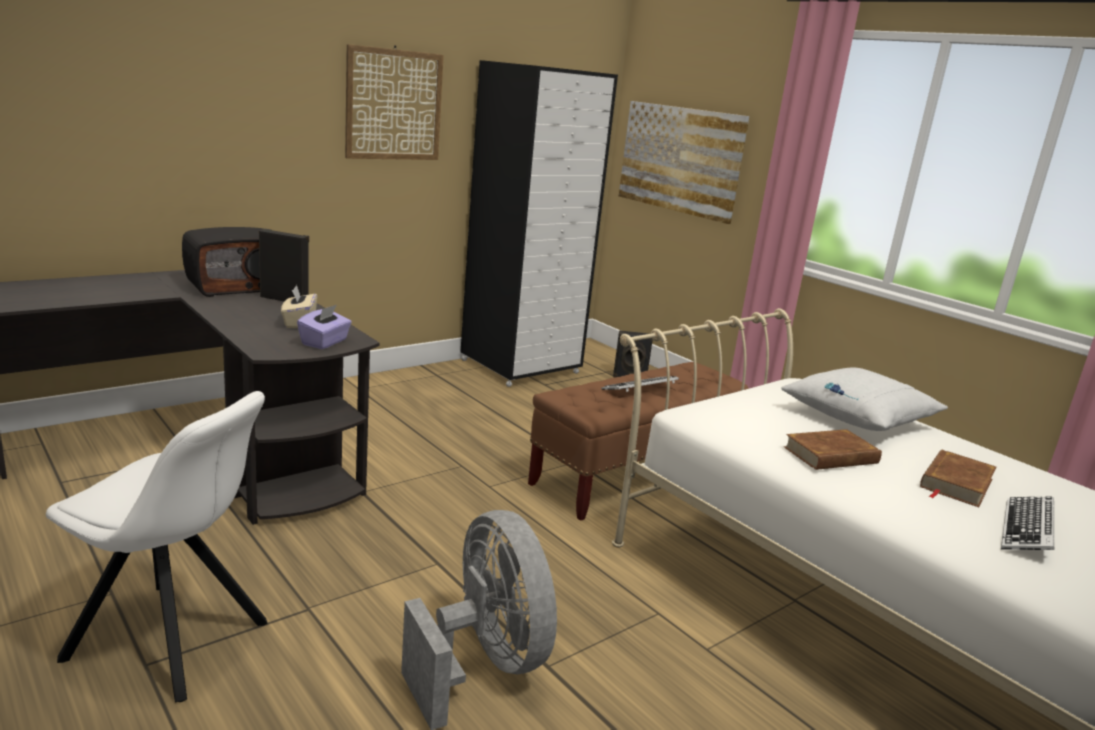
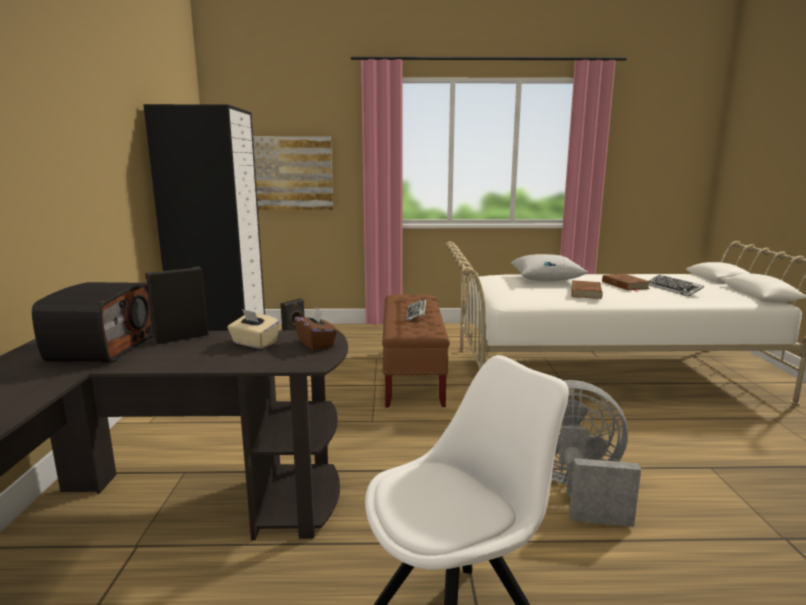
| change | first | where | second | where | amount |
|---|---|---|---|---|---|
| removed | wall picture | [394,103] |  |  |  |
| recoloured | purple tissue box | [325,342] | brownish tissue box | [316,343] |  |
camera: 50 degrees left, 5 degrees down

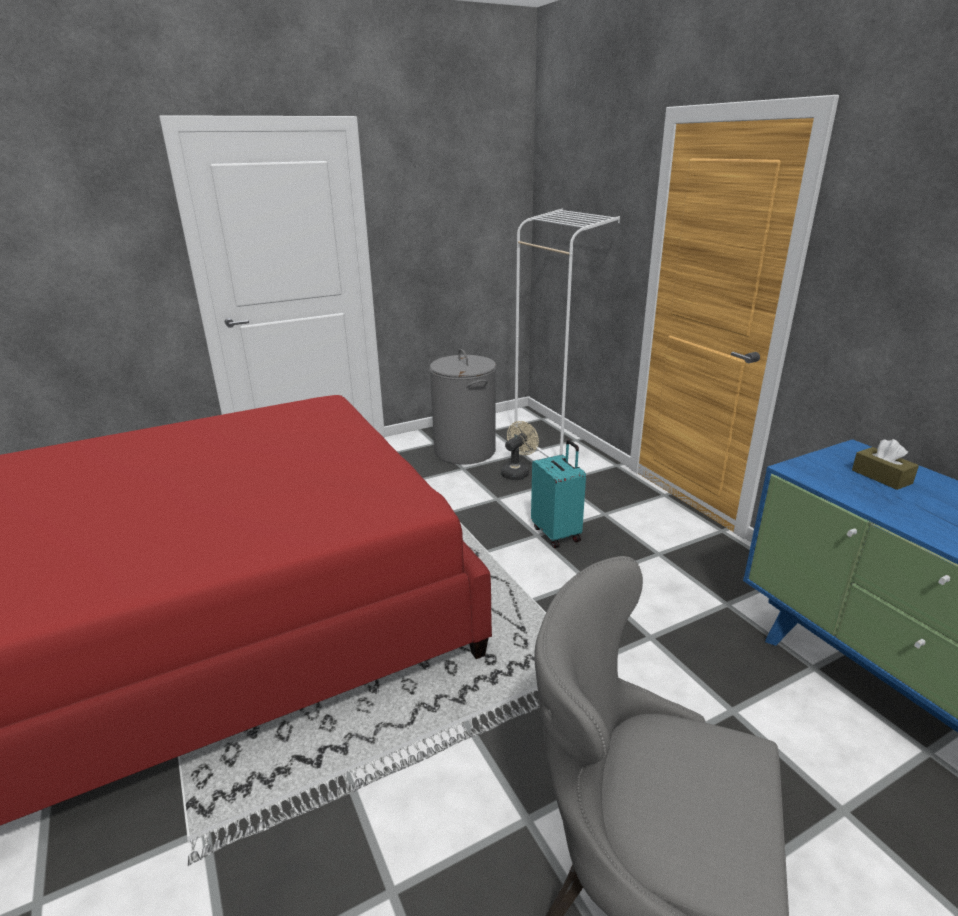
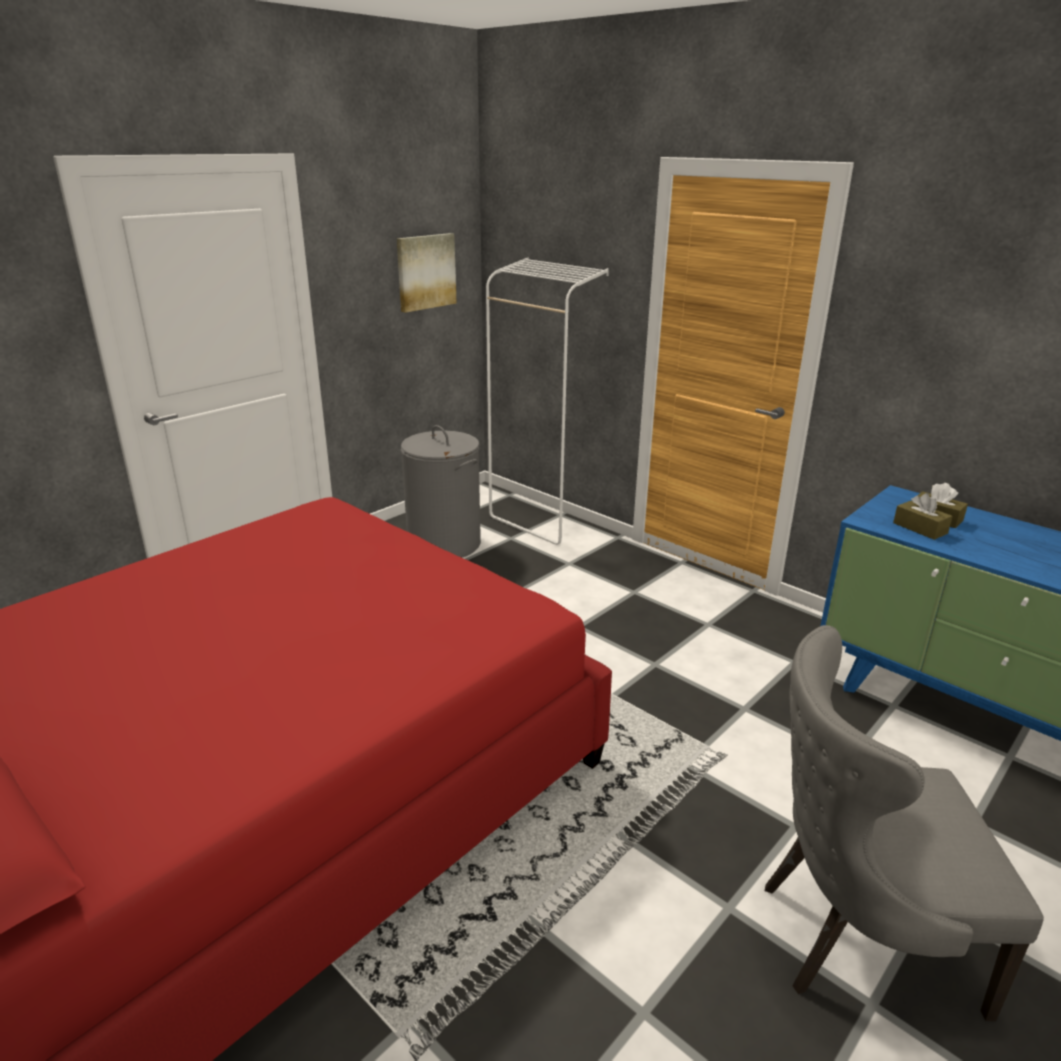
| change | first | where | second | where | amount |
|---|---|---|---|---|---|
| removed | sand-coloured fan | [517,472] |  |  |  |
| removed | turquoise-coloured piece of luggage | [557,533] |  |  |  |
| added |  |  | wall picture | [425,272] |  |
| added |  |  | brownish tissue box | [920,528] |  |
camera: 20 degrees left, 0 degrees up

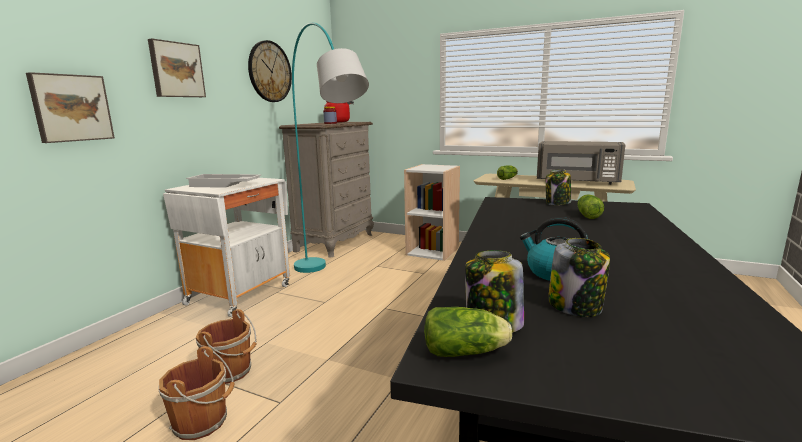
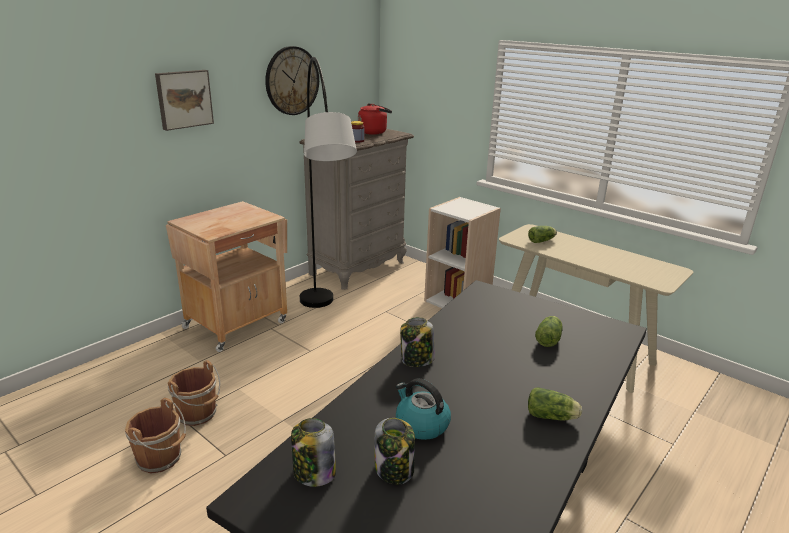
| change | first | where | second | where | amount |
|---|---|---|---|---|---|
| removed | wall picture | [71,108] |  |  |  |
| removed | white carrying tray | [224,185] |  |  |  |
| removed | gray microwave oven | [577,181] |  |  |  |
| moved | lettuce | [467,352] |  | [552,417] |  |
| moved | storage jar | [557,203] |  | [416,360] |  |
| recoloured | white trolley | [241,294] | brownish trolley | [237,324] |  |
| recoloured | turquoise-coloured floor lamp | [331,287] | gray floor lamp | [325,332] |  |
camera: 15 degrees right, 10 degrees up

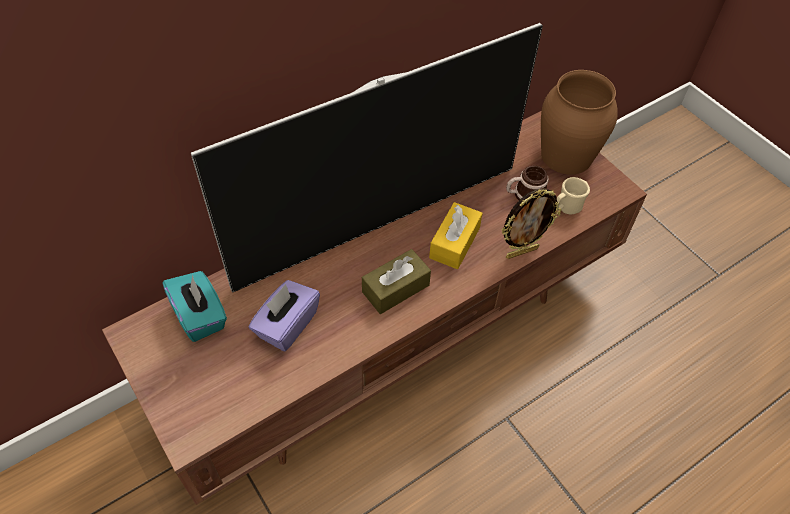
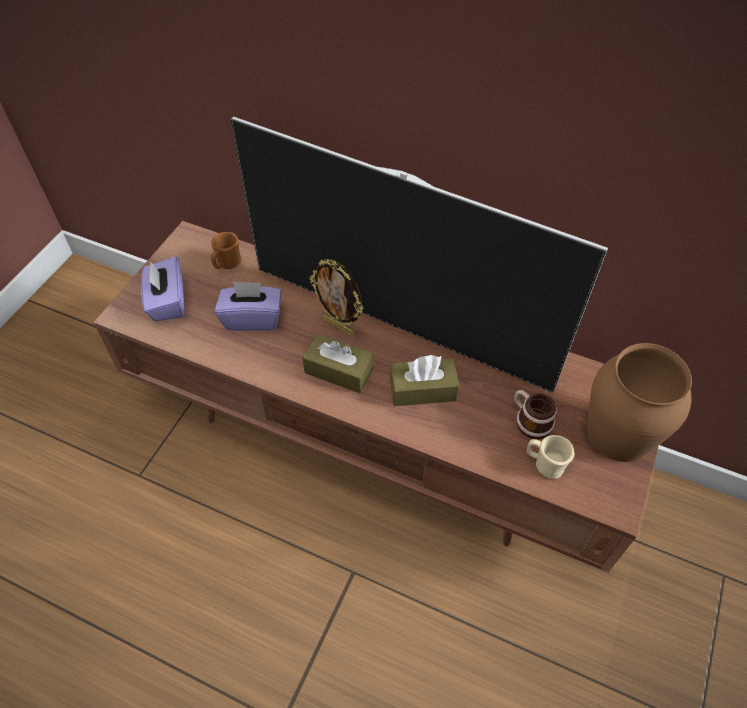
| change | first | where | second | where | amount |
|---|---|---|---|---|---|
| added |  |  | purple tissue box | [167,302] |  |
| moved | photo frame | [521,252] |  | [339,326] |  |
| replaced | turquoise-coloured tissue box | [200,316] | brownish coffee mug | [227,264] |  |
| recoloured | yellow tissue box | [454,243] | brownish tissue box | [422,390] |  |
camera: 60 degrees right, 0 degrees up

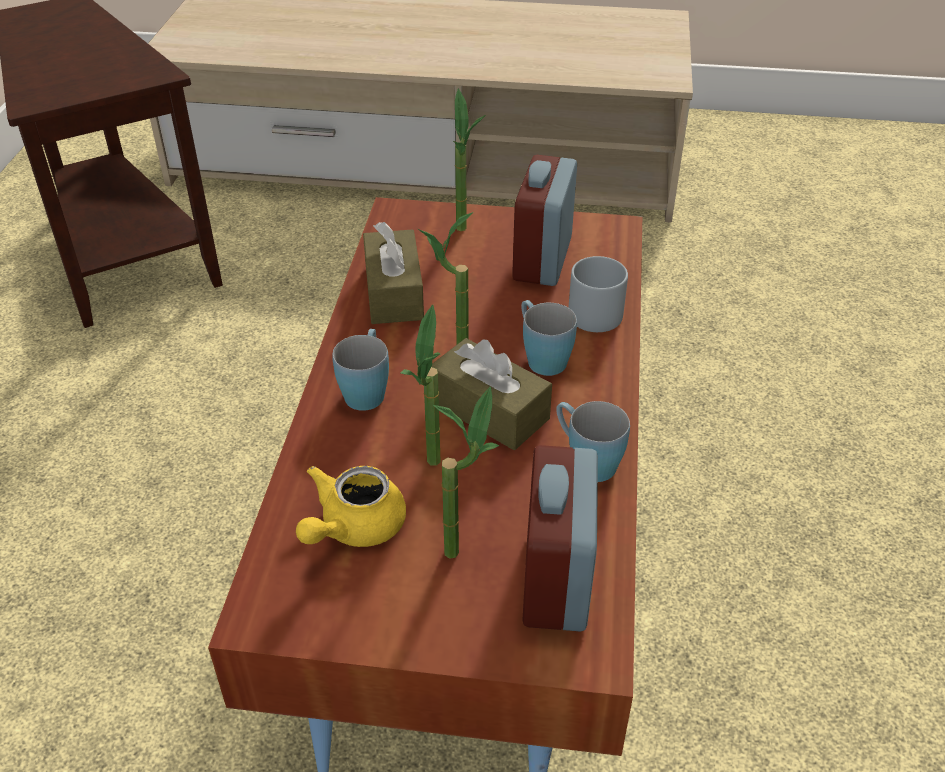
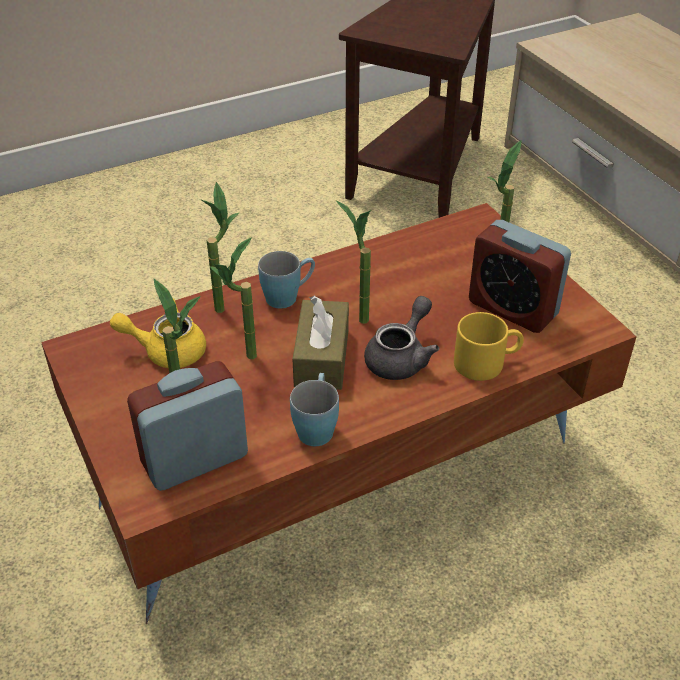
| change | first | where | second | where | amount |
|---|---|---|---|---|---|
| removed | brownish tissue box | [394,292] |  |  |  |
| added |  |  | plant in a pot | [224,303] |  |
| replaced | blue-coloured coffee mug | [541,357] | gray tea pot | [401,357] |  |
| recoloured | gray coffee mug | [597,309] | yellow coffee mug | [486,362] |  |
| turned | table clock | [542,259] |  | [512,308] | 120 degrees counterclockwise |
camera: 55 degrees right, 0 degrees up

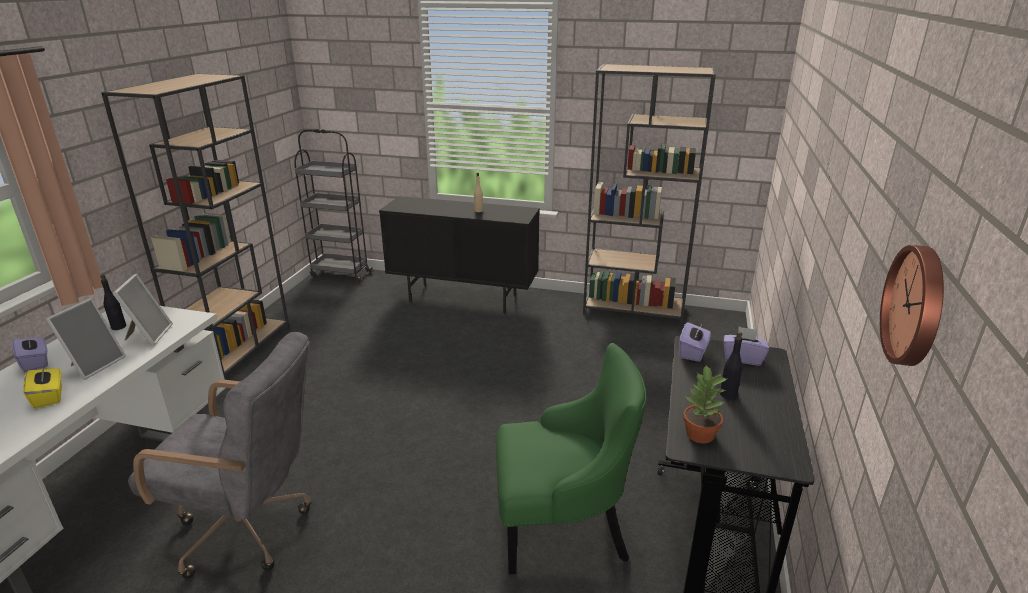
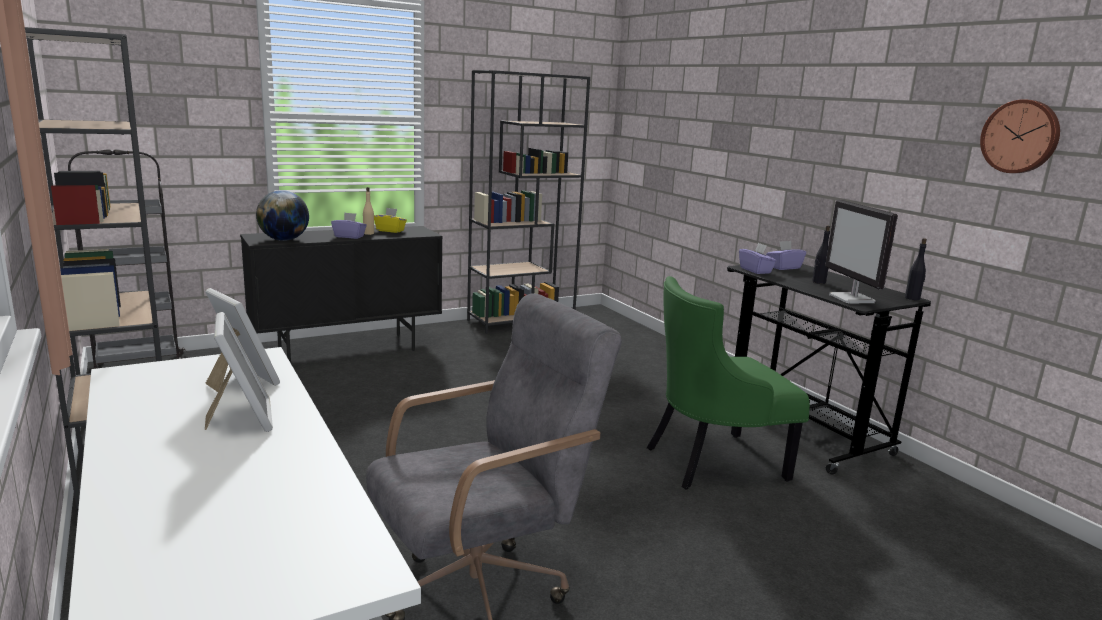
| change | first | where | second | where | amount |
|---|---|---|---|---|---|
| added |  |  | globe | [284,240] |  |
| moved | purple tissue box | [36,362] |  | [349,236] |  |
| moved | yellow tissue box | [49,397] |  | [390,230] |  |
| moved | blackish beverage bottle | [119,327] |  | [912,298] |  |
| replaced | plant in a pot | [700,435] | computer display | [852,299] |  |
| turned | green upright chair | [560,530] |  | [716,462] | 150 degrees counterclockwise |
camera: 45 degrees left, 10 degrees down

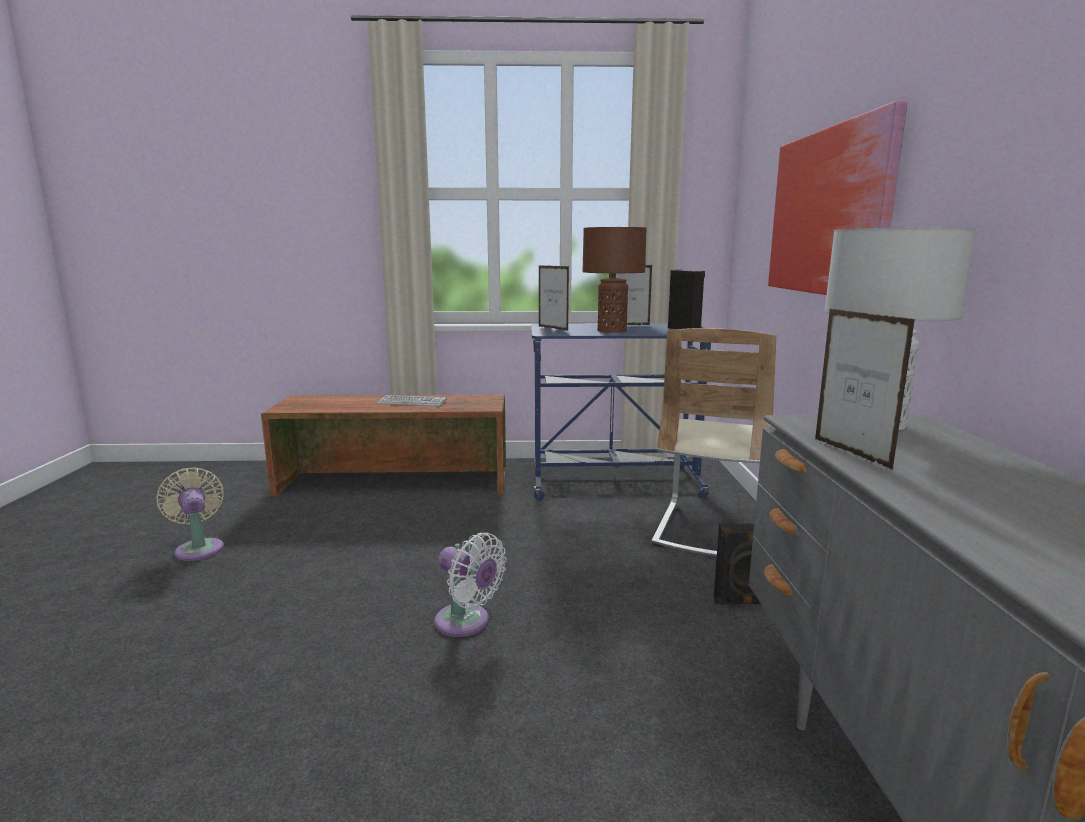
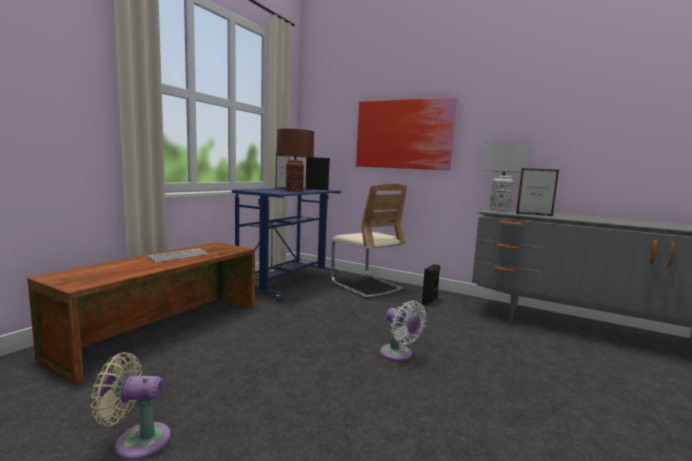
| change | first | where | second | where | amount |
|---|---|---|---|---|---|
| removed | photo frame | [553,328] |  |  |  |
| turned | white fan | [466,623] |  | [398,355] | 75 degrees clockwise |
camera: 60 degrees left, 5 degrees down

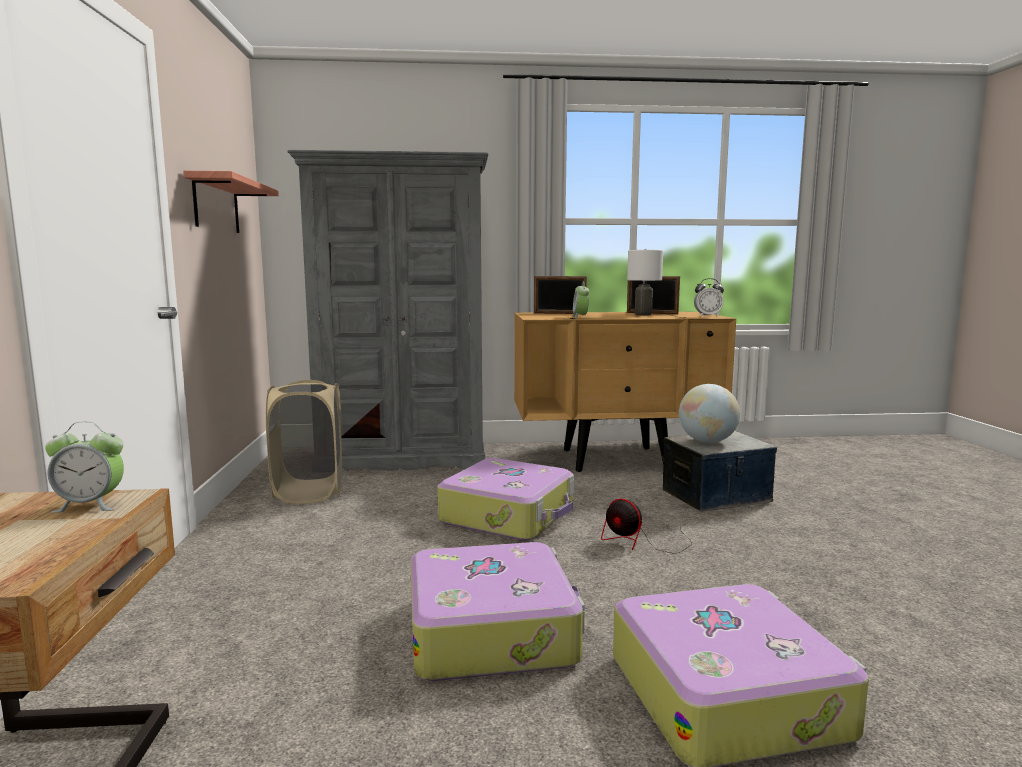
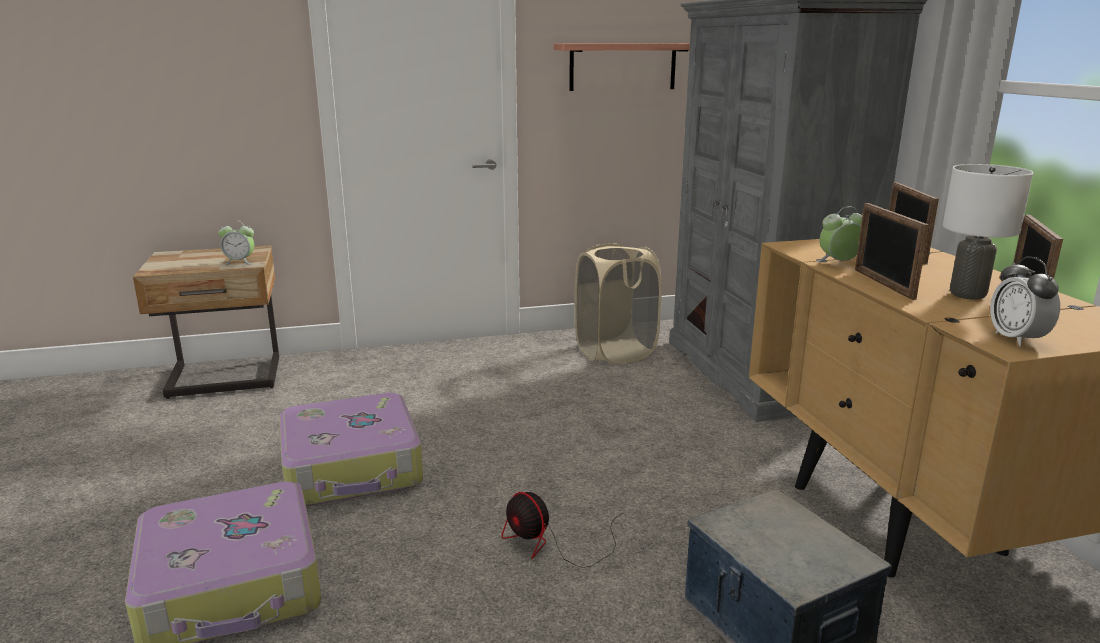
| change | first | where | second | where | amount |
|---|---|---|---|---|---|
| removed | piece of luggage | [509,515] |  |  |  |
| removed | globe | [707,441] |  |  |  |
| added |  |  | photo frame | [883,284] |  |
| turned | table clock | [90,505] |  | [240,262] | 75 degrees counterclockwise |
| turned | fan | [642,542] |  | [553,544] | 75 degrees counterclockwise |
camera: 80 degrees right, 10 degrees up

